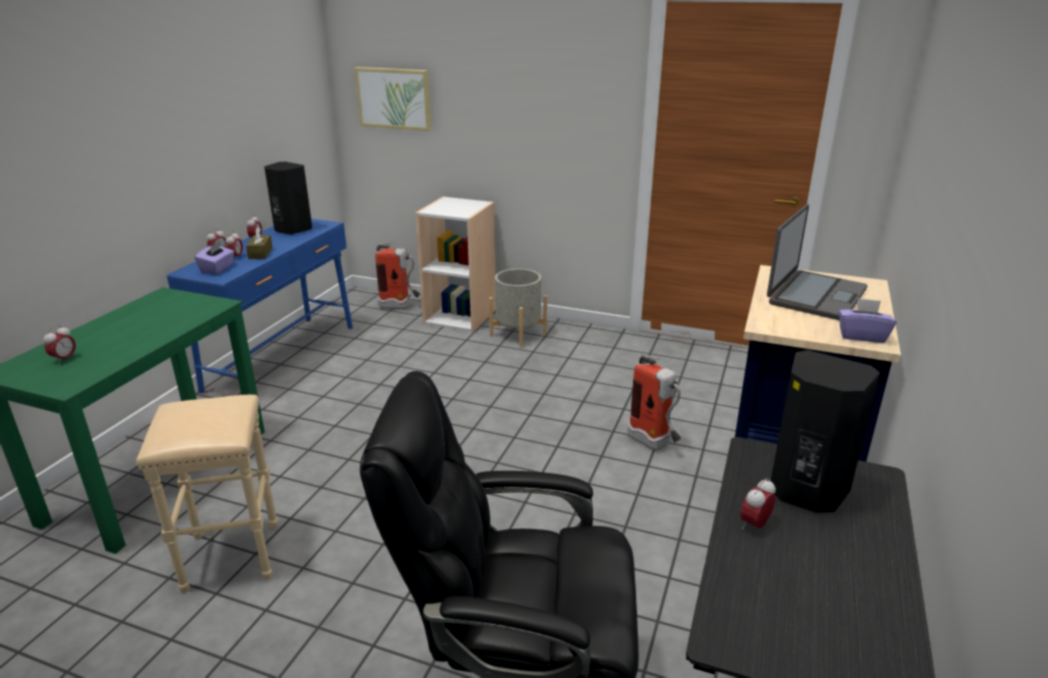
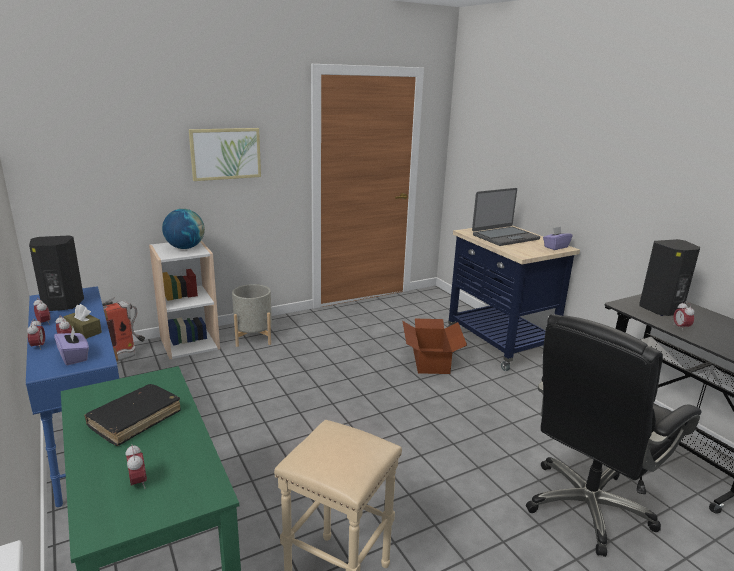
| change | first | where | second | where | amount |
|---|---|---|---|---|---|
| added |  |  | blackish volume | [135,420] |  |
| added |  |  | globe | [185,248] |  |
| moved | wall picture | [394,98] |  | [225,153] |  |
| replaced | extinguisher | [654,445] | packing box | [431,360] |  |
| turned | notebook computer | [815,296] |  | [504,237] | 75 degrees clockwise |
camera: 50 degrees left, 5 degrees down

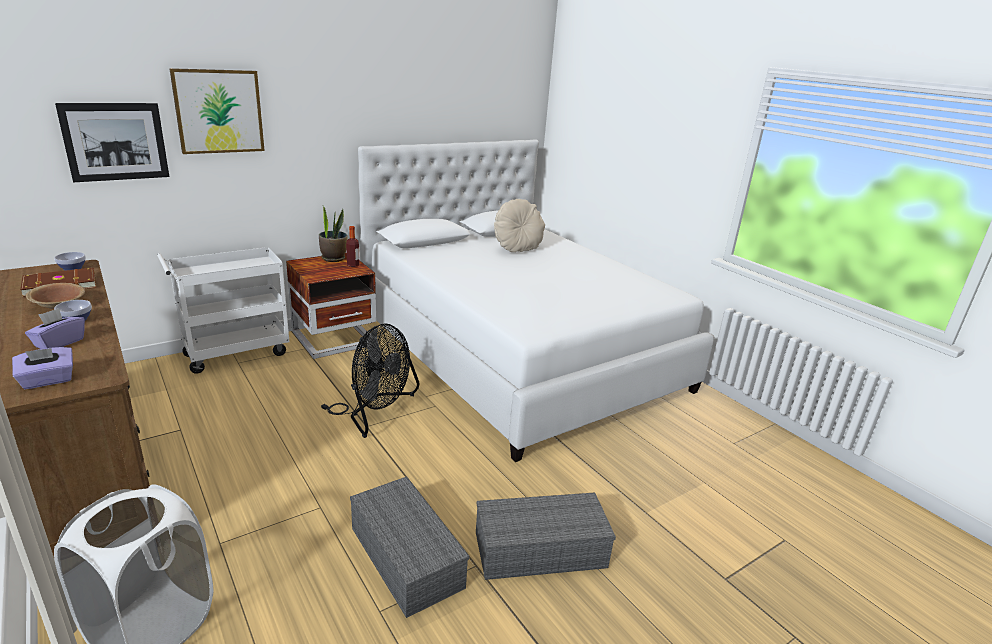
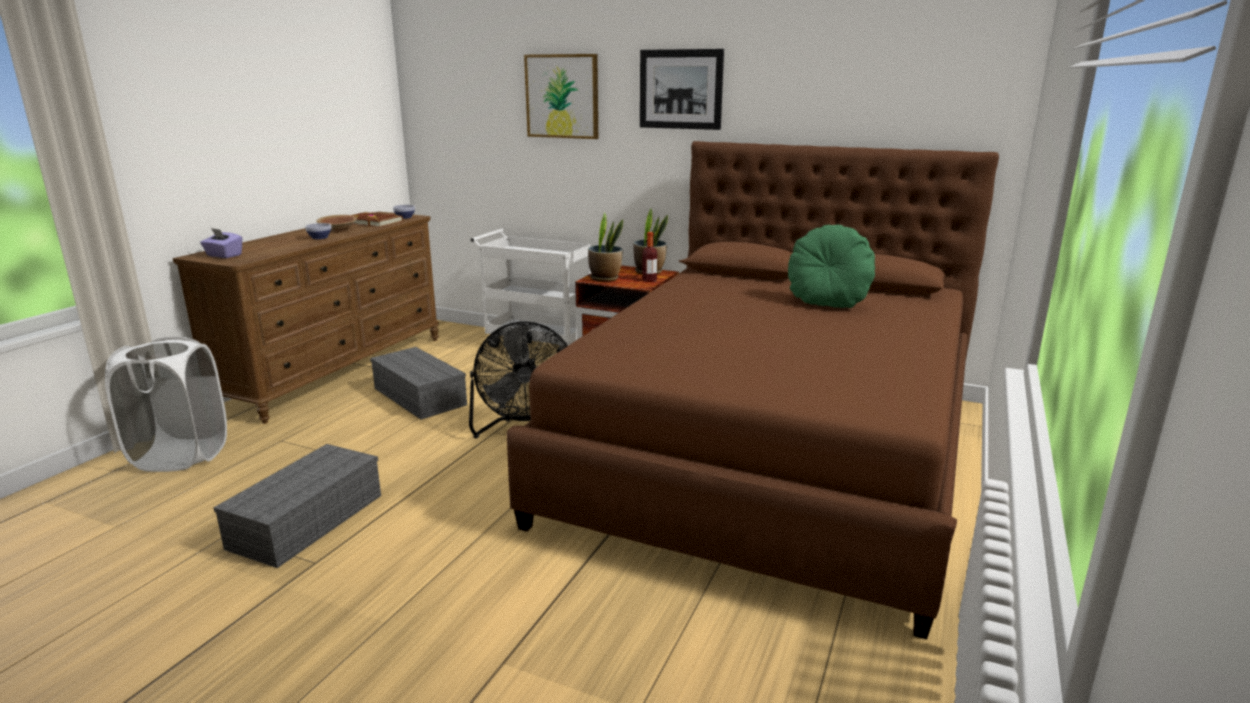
| change | first | where | second | where | amount |
|---|---|---|---|---|---|
| removed | purple tissue box | [59,343] |  |  |  |
| added |  |  | plant in a pot | [605,278] |  |
| moved | wall picture | [115,142] |  | [680,89] |  |
| moved | gray storage box | [541,548] |  | [421,396] |  |
| recoloured | white bed | [518,352] | brownish bed | [771,455] |  |
| recoloured | sand-coloured cushion | [517,249] | green cushion | [827,304] |  |
camera: 60 degrees right, 5 degrees down

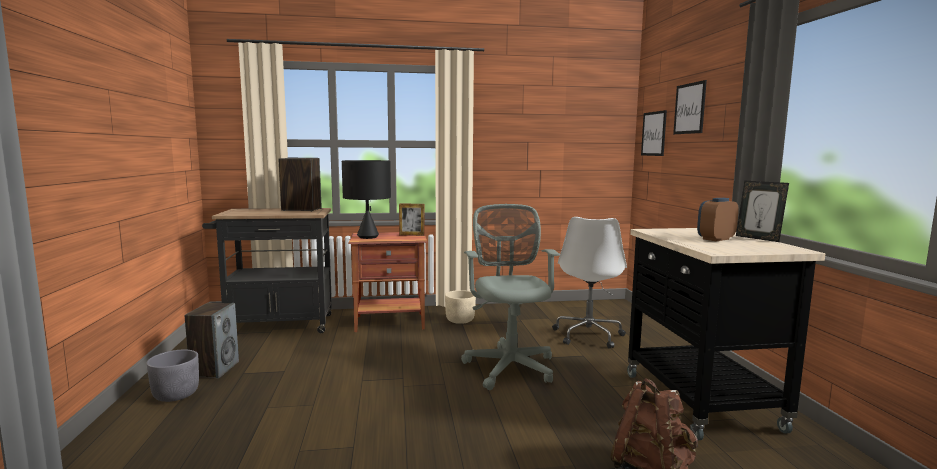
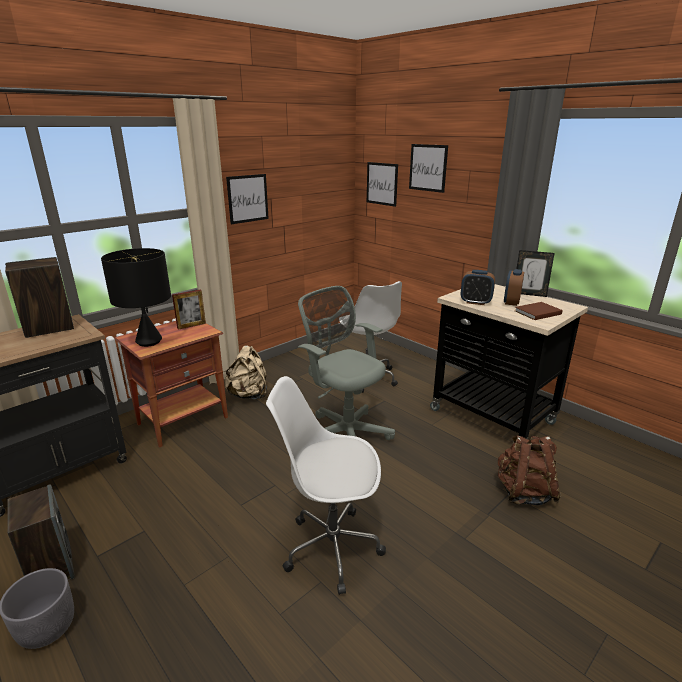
| change | first | where | second | where | amount |
|---|---|---|---|---|---|
| added |  |  | wall picture | [247,198] |  |
| added |  |  | white desk chair | [329,548] |  |
| added |  |  | table clock | [475,302] |  |
| added |  |  | brownish volume | [536,312] |  |
| replaced | sand-coloured flower pot | [460,320] | sand-coloured knapsack | [249,395] |  |
camera: 35 degrees left, 15 degrees up

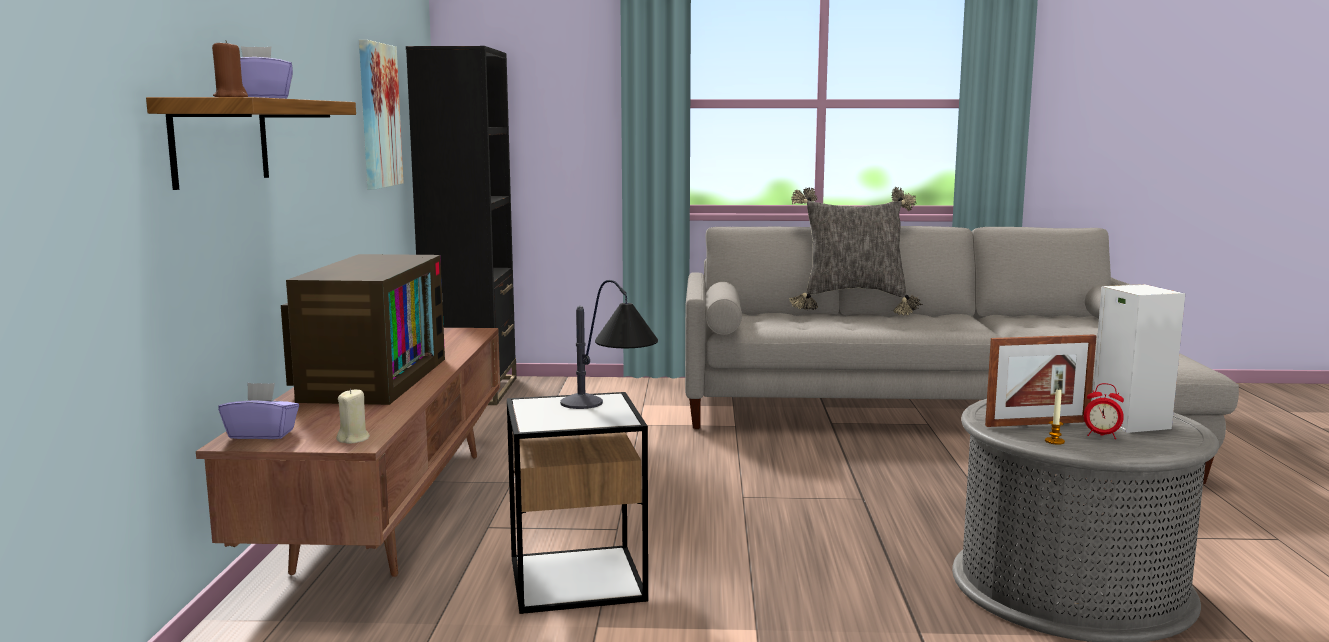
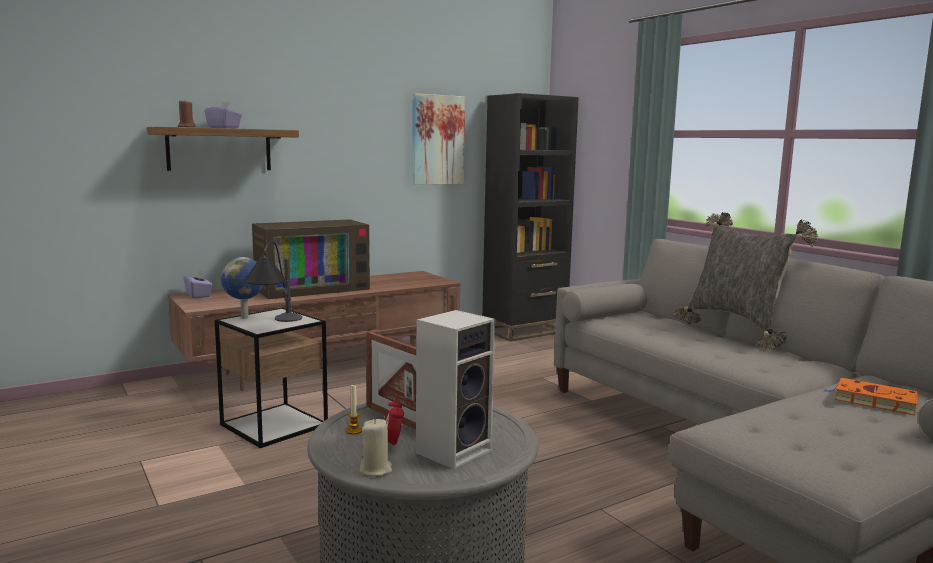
| change | first | where | second | where | amount |
|---|---|---|---|---|---|
| added |  |  | globe | [245,318] |  |
| added |  |  | orange volume | [872,401] |  |
| moved | sand-coloured wax light | [353,439] |  | [376,470] |  |
camera: 55 degrees right, 0 degrees up

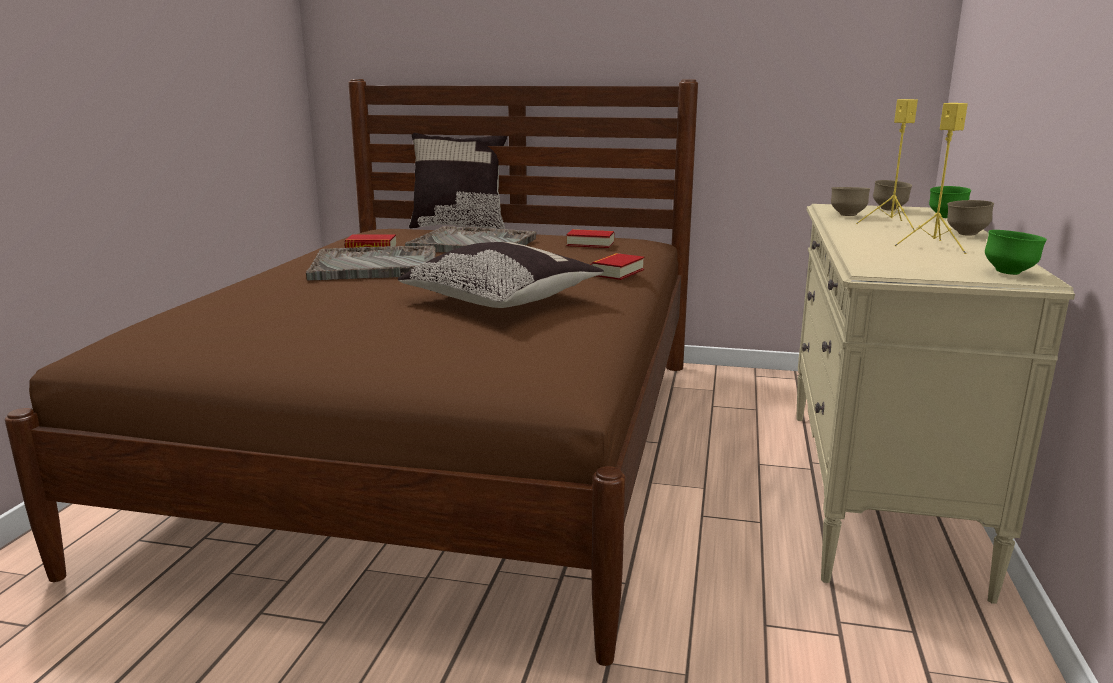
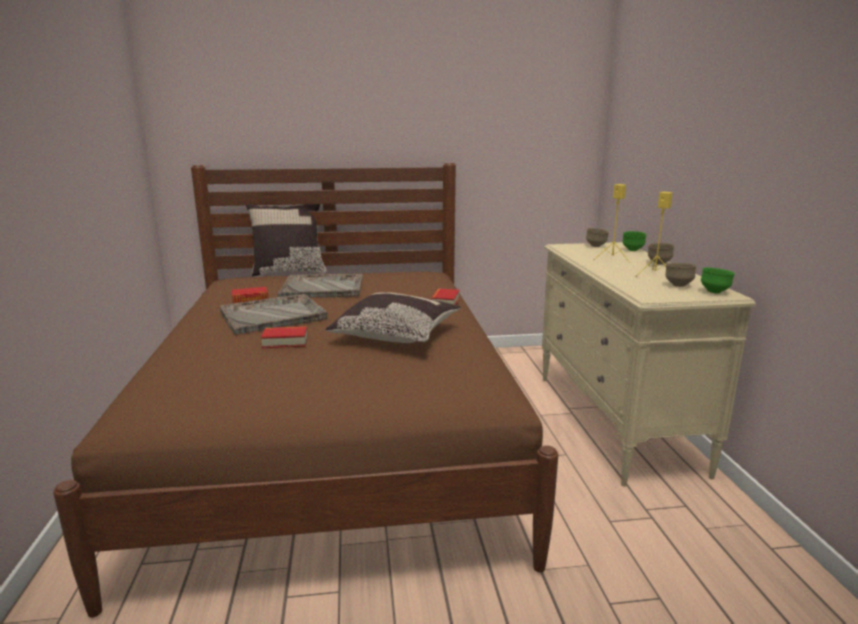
| change | first | where | second | where | amount |
|---|---|---|---|---|---|
| moved | volume | [590,244] |  | [285,342] |  |
| moved | brownish serving bowl | [847,215] |  | [678,285] |  |
camera: 20 degrees left, 0 degrees up

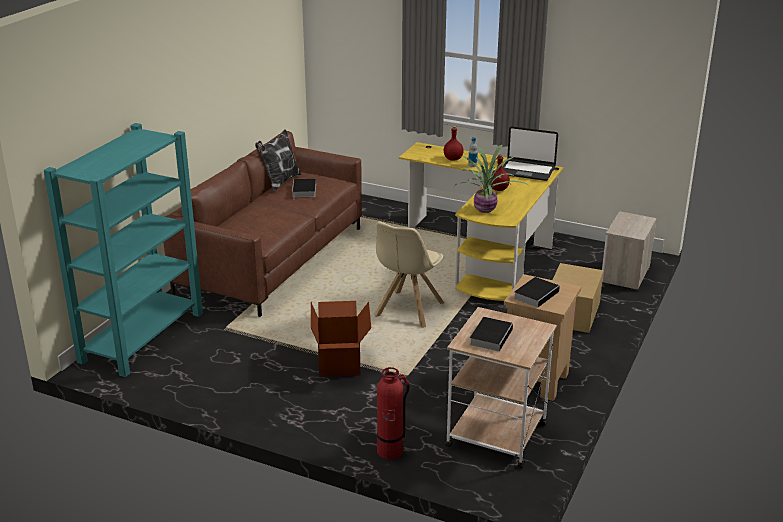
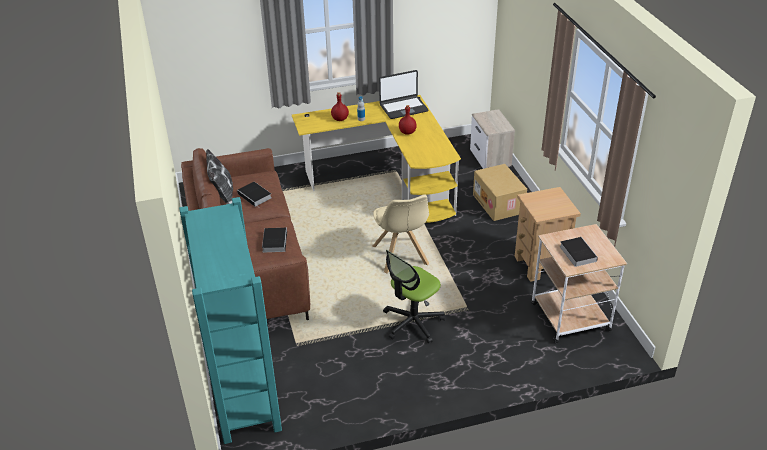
| change | first | where | second | where | amount |
|---|---|---|---|---|---|
| removed | extinguisher | [391,450] |  |  |  |
| removed | plant in a pot | [486,210] |  |  |  |
| moved | volume | [536,294] |  | [274,241] |  |
| replaced | packing box | [340,362] | desk chair | [412,322] |  |
camera: 40 degrees left, 10 degrees up

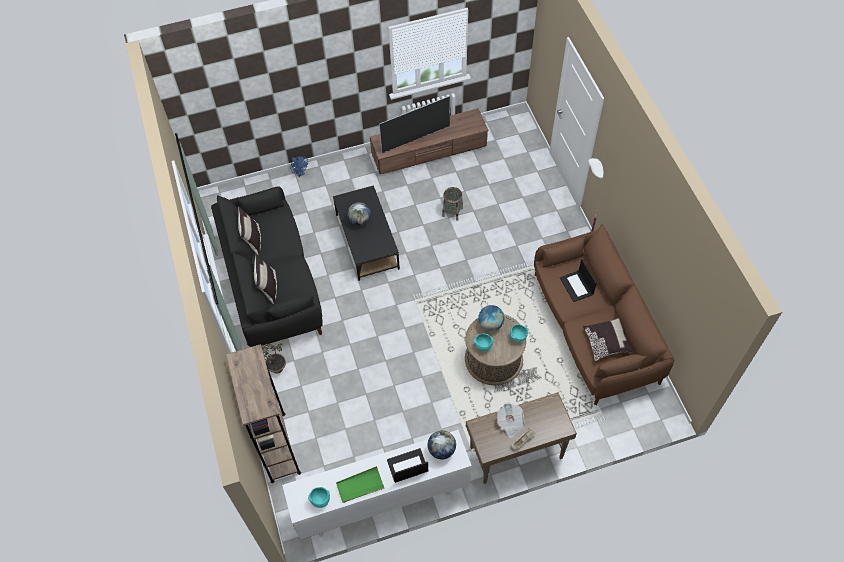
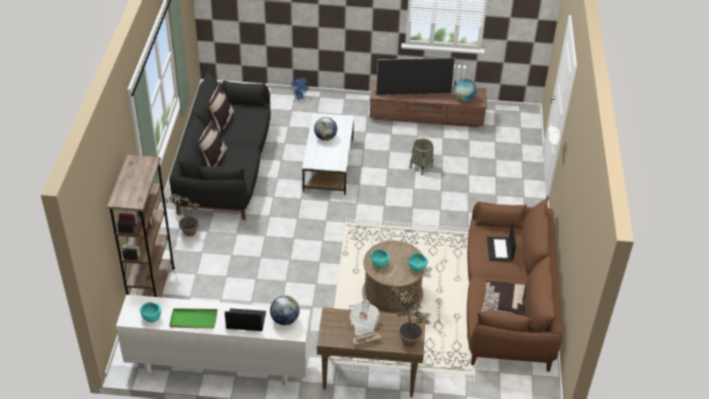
| change | first | where | second | where | amount |
|---|---|---|---|---|---|
| added |  |  | plant in a pot | [406,337] |  |
| moved | globe | [490,324] |  | [464,98] |  |
| recoloured | blackish low table | [366,241] | white low table | [328,164] |  |
camera: 20 degrees right, 15 degrees down

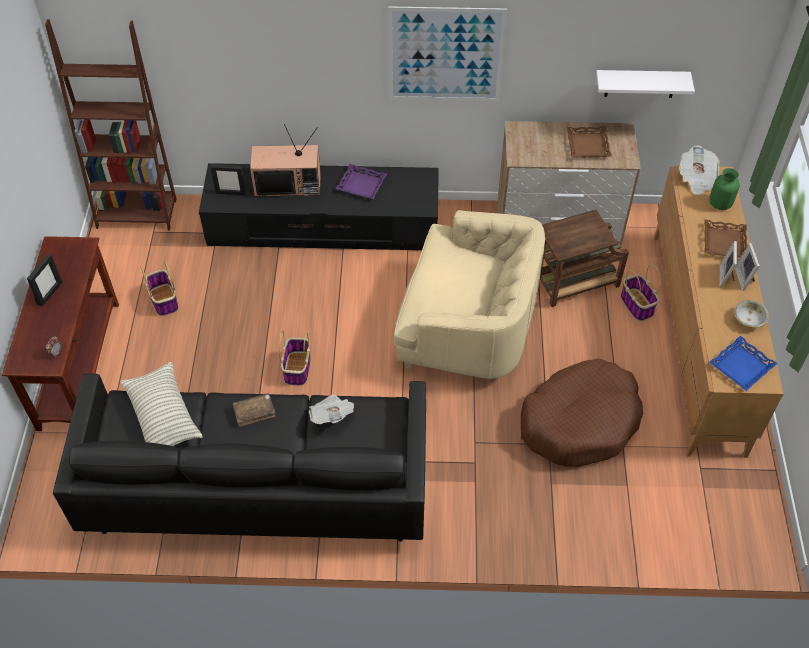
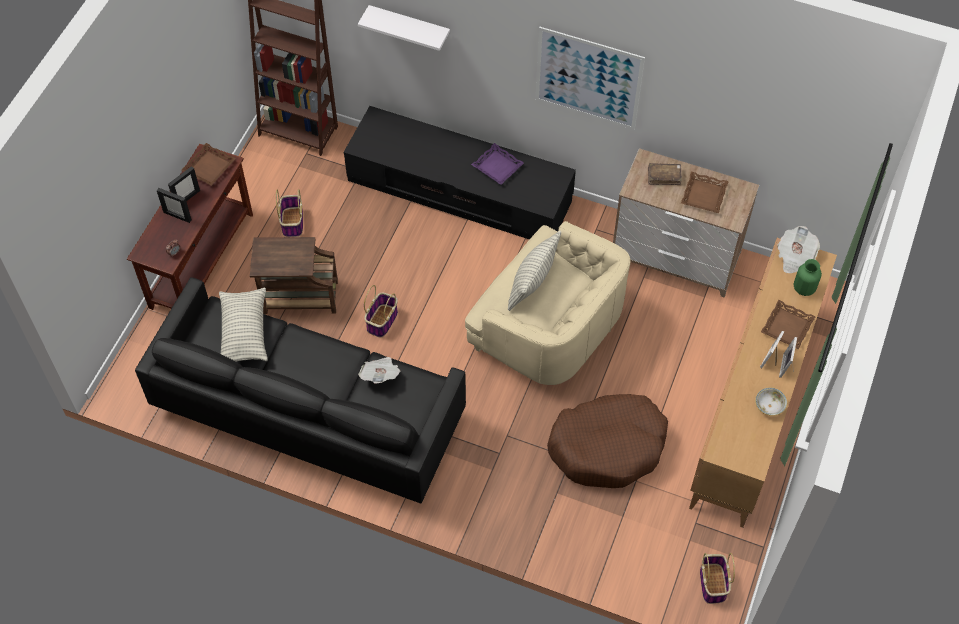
| change | first | where | second | where | amount |
|---|---|---|---|---|---|
| removed | television | [289,183] |  |  |  |
| removed | blue-coloured carrying tray | [741,367] |  |  |  |
| added |  |  | brownish carrying tray | [209,167] |  |
| added |  |  | cushion | [532,282] |  |
| moved | photo frame | [231,192] |  | [177,215] |  |
| moved | brownish volume | [254,412] |  | [664,176] |  |
| moved | brownish end table | [574,283] |  | [298,297] |  |
| moved | white bracket shelf | [640,83] |  | [409,27] |  |
| moved | storage basket | [637,305] |  | [713,584] |  |
camera: 20 degrees right, 5 degrees up

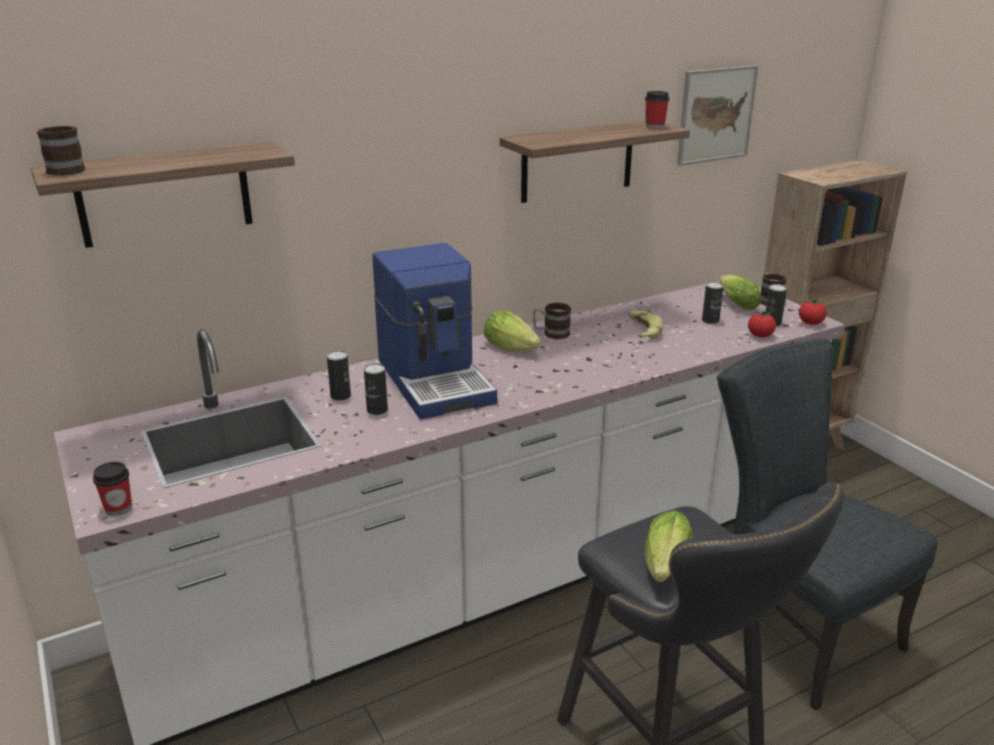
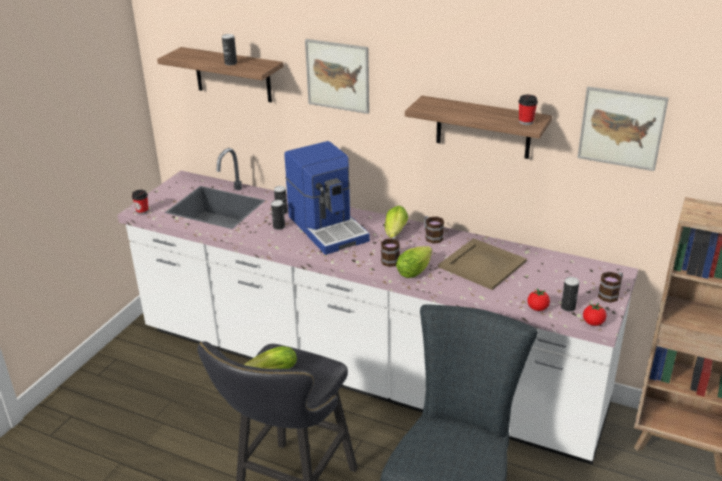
| change | first | where | second | where | amount |
|---|---|---|---|---|---|
| added |  |  | wall picture | [338,76] |  |
| moved | coffee mug | [63,169] |  | [391,259] |  |
| moved | sealed can | [710,320] |  | [230,63] |  |
| moved | lettuce | [735,303] |  | [416,269] |  |
| replaced | banana fruit | [643,330] | sand-coloured carrying tray | [482,263] |  |
| turned | coffee maker | [436,380] |  | [328,228] | 60 degrees counterclockwise |
camera: 55 degrees right, 5 degrees up

